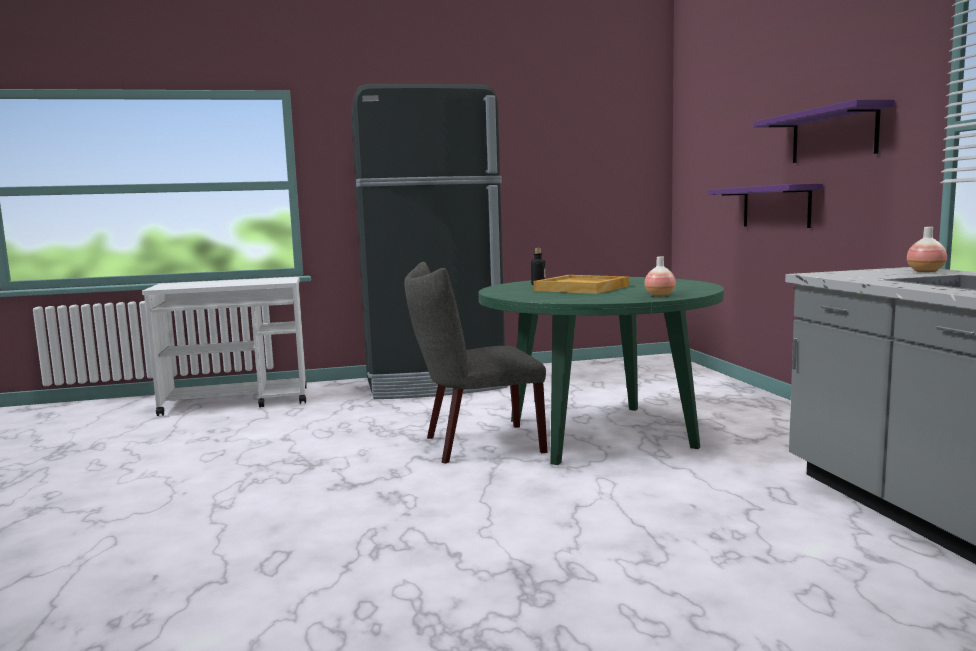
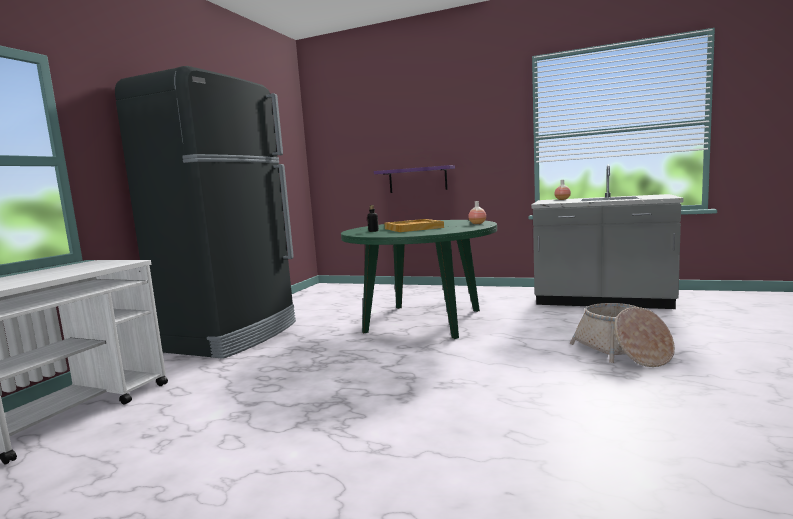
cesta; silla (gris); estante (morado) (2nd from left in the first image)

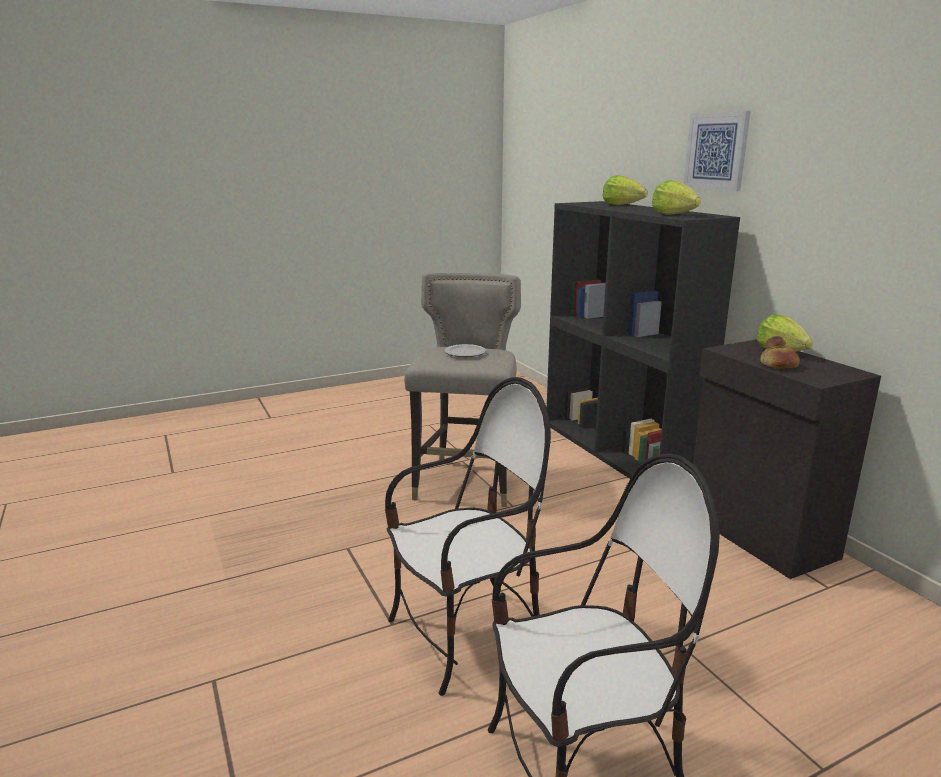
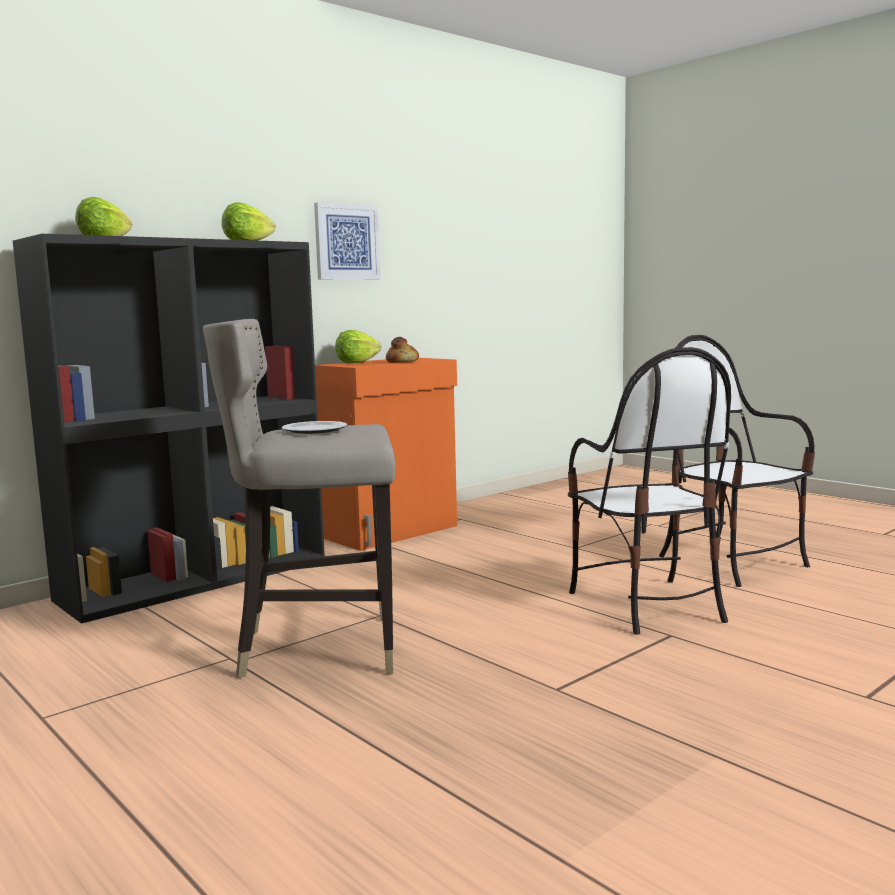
cuadro; armario (naranja); silla (1st from left)

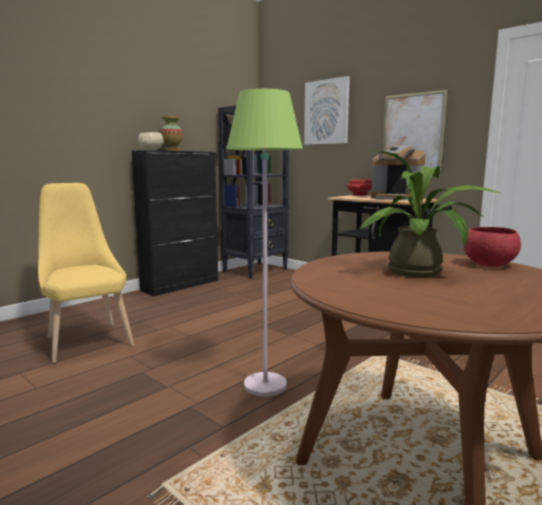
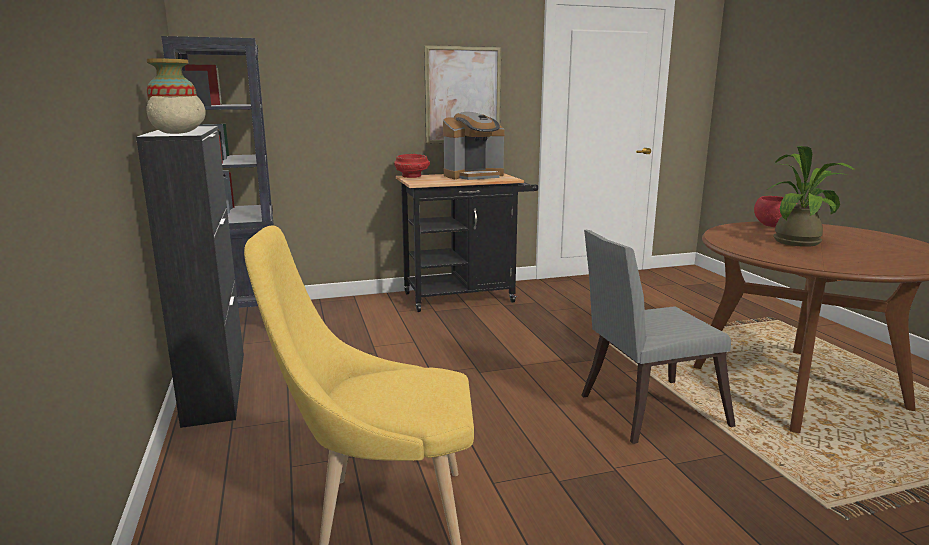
silla (gris); cuadro (1st from left in the first image)

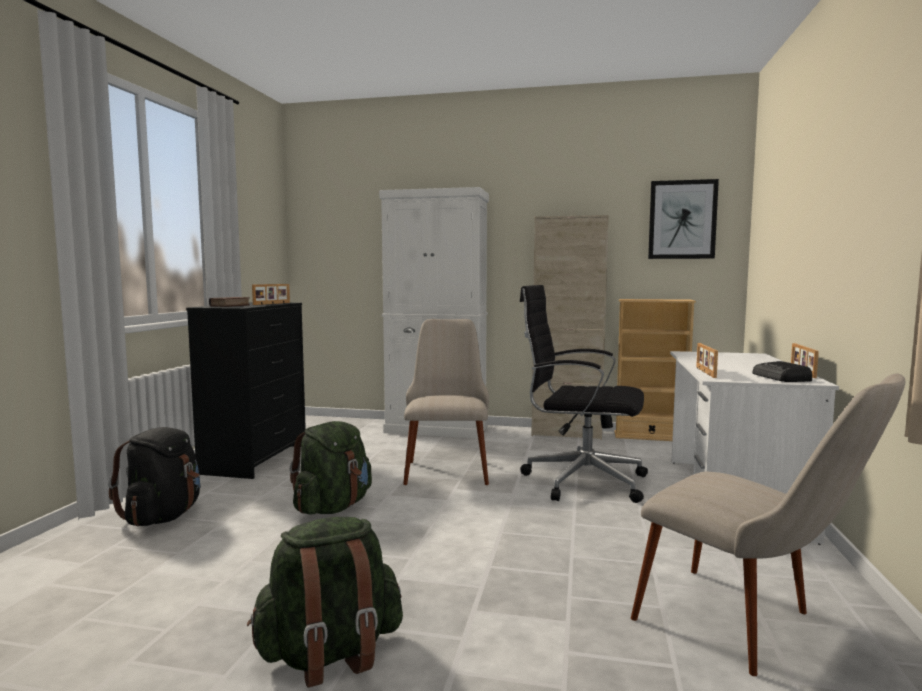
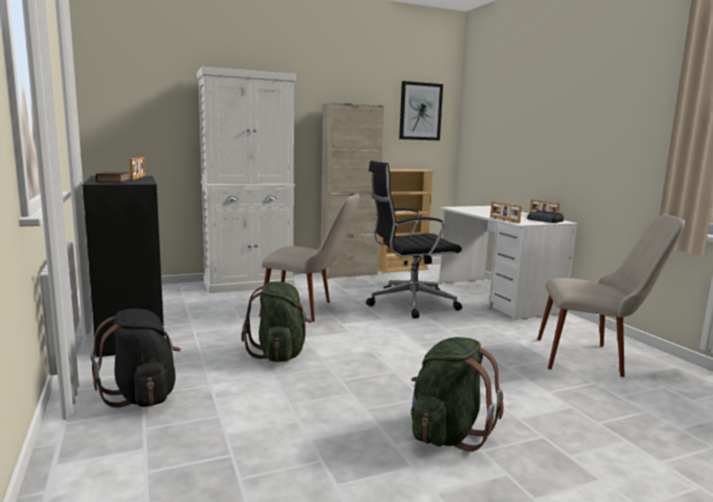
silla (beis) (1st from left)

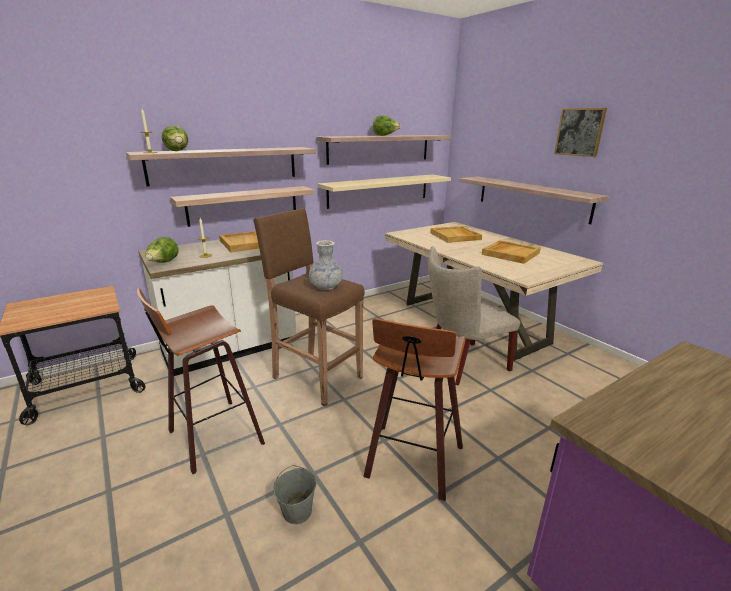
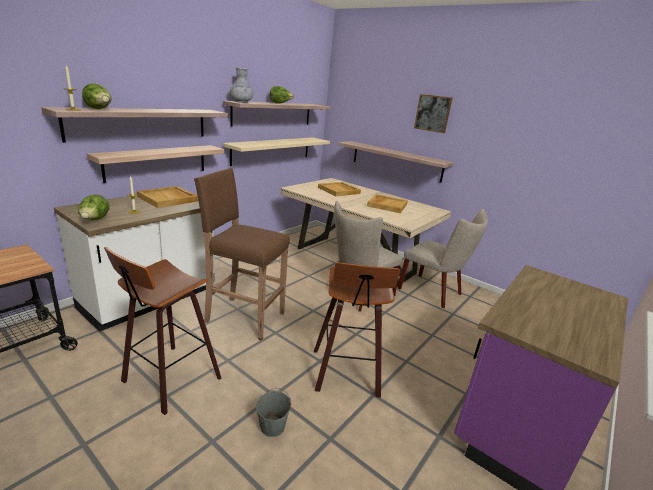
florero; silla (beis) (2nd from left)

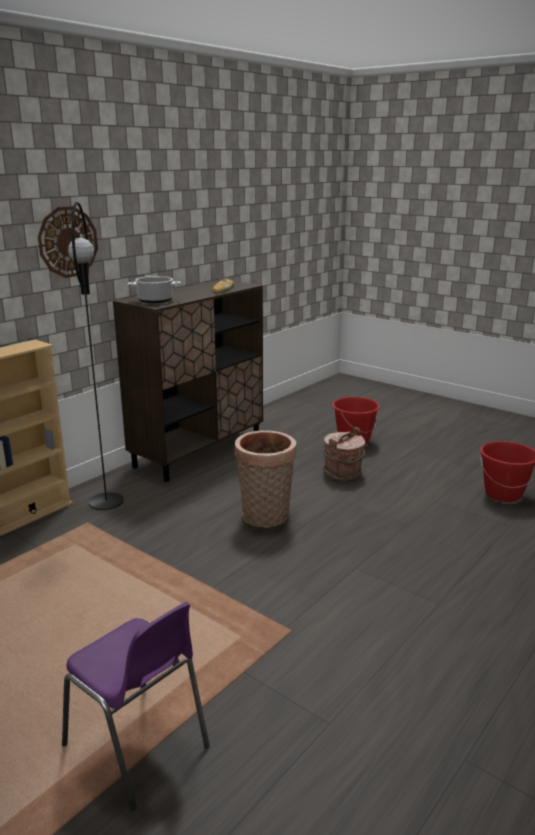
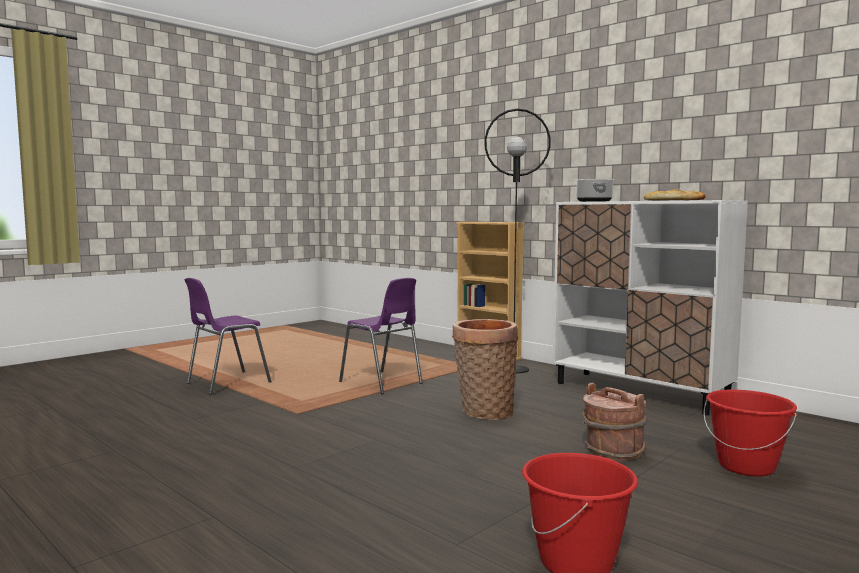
silla (morado) (2nd from left); armario (blanco); reloj de pared

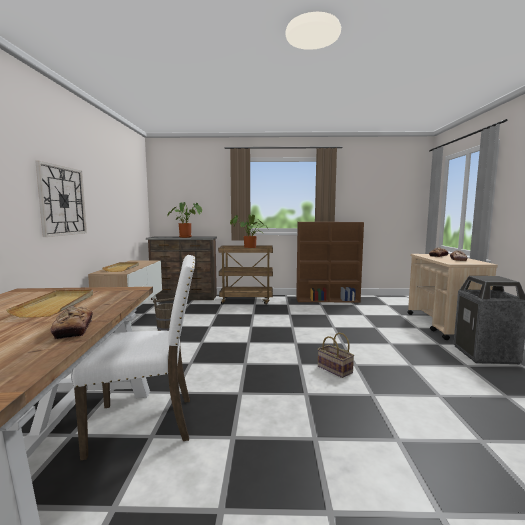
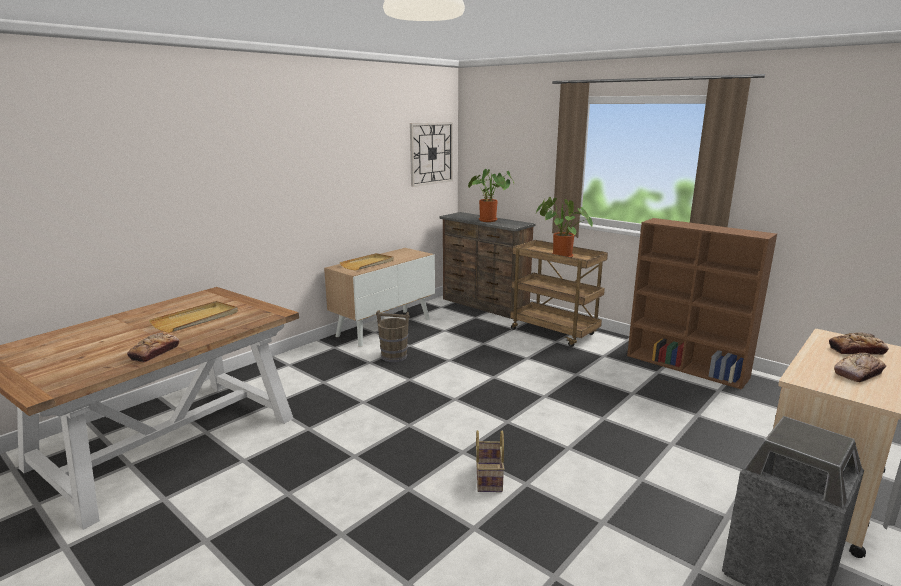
reloj de pared; silla (blanco)

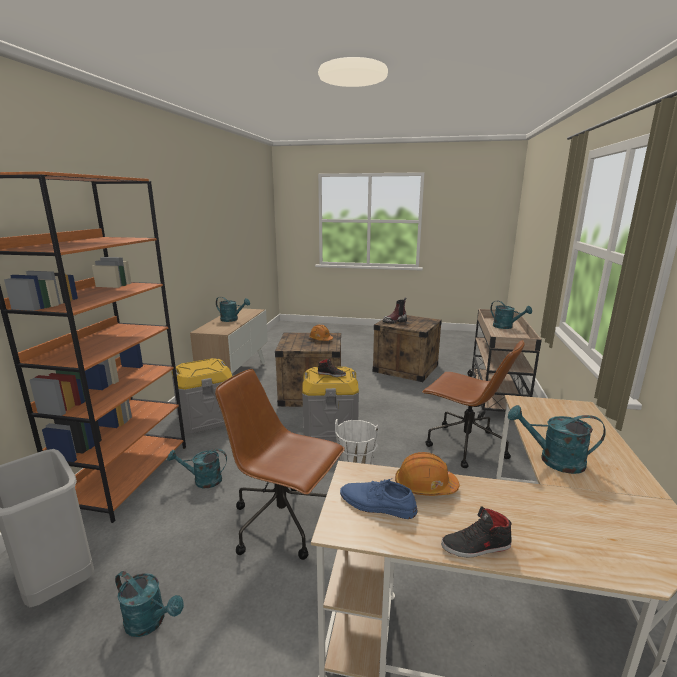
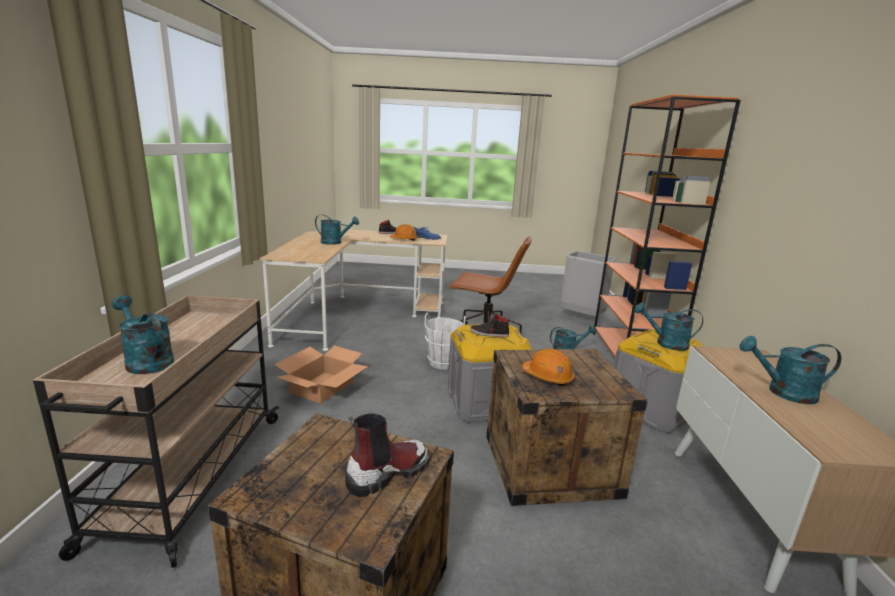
caja de cartón; regadera (turquesa) (4th from left)

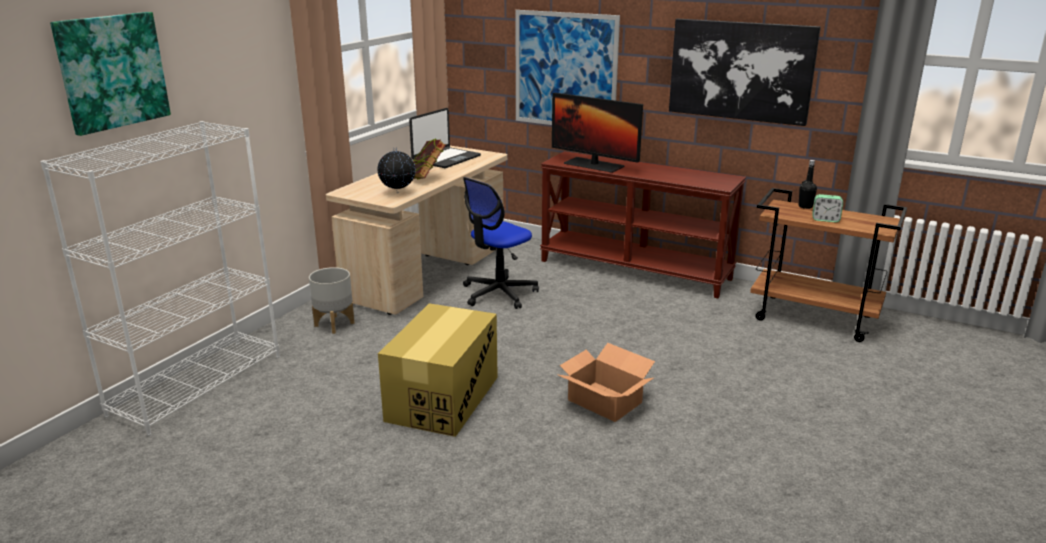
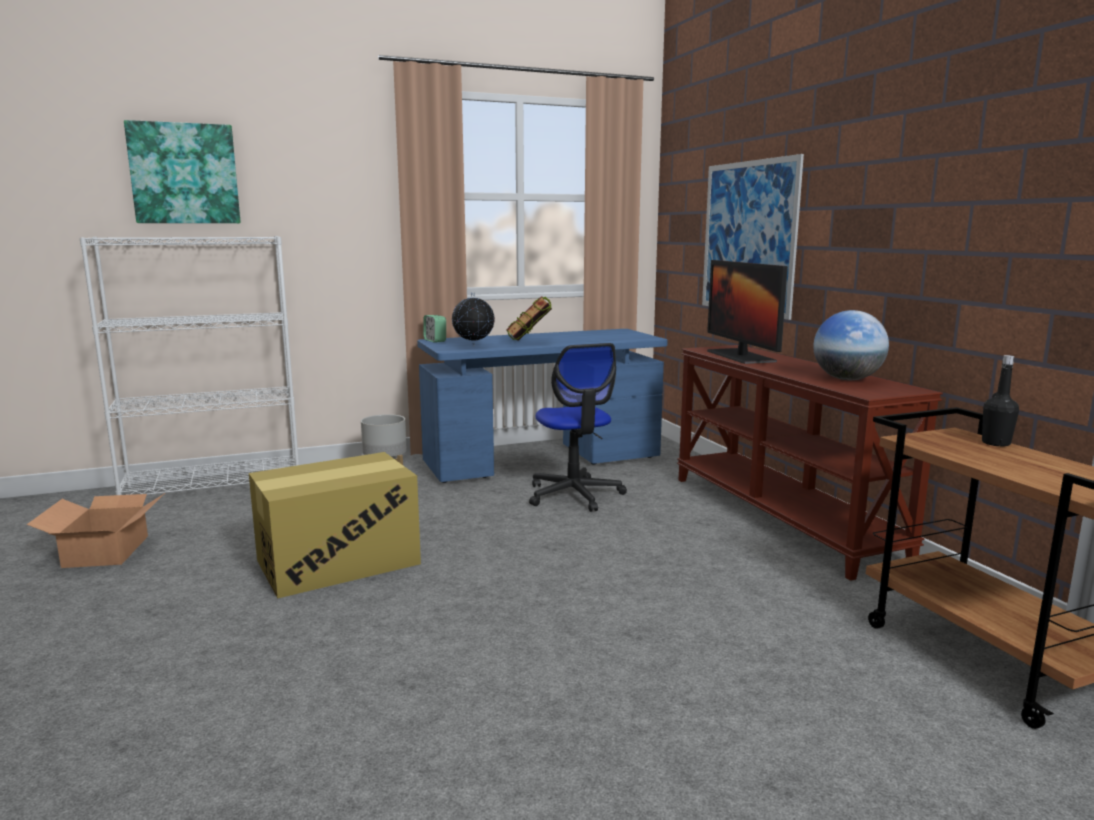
caja de cartón (1st from left); escritorio (azul); despertador; silla de oficina; globo terráqueo (2nd from left); portátil; cuadro (3rd from left in the first image)

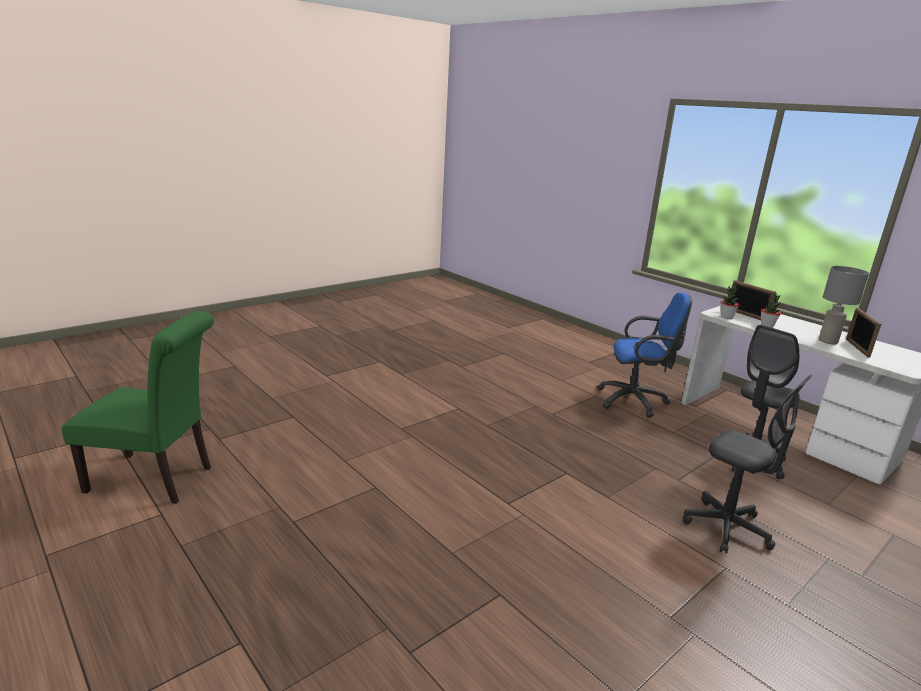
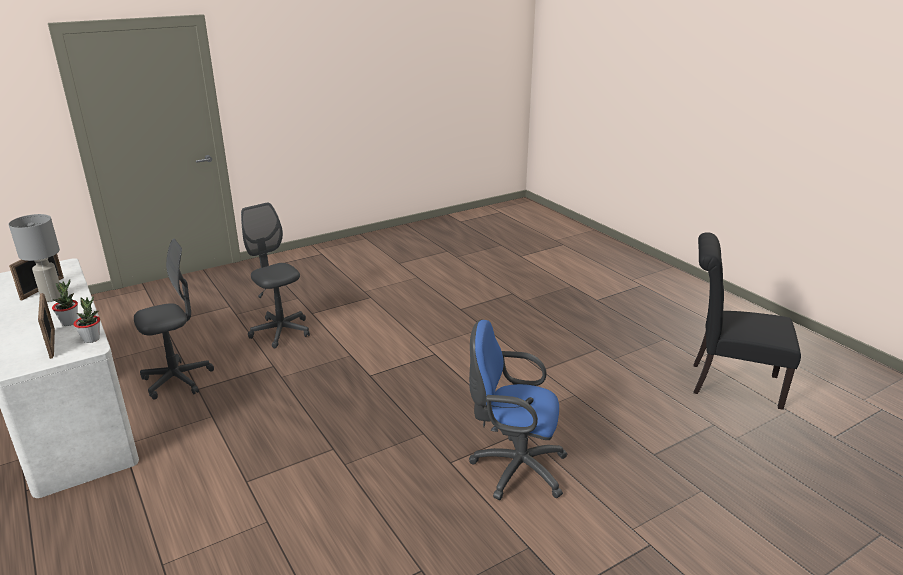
silla de oficina (azul); silla (negro)

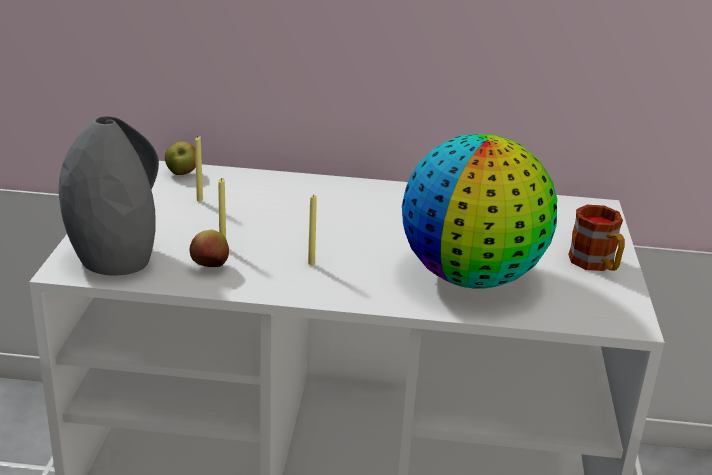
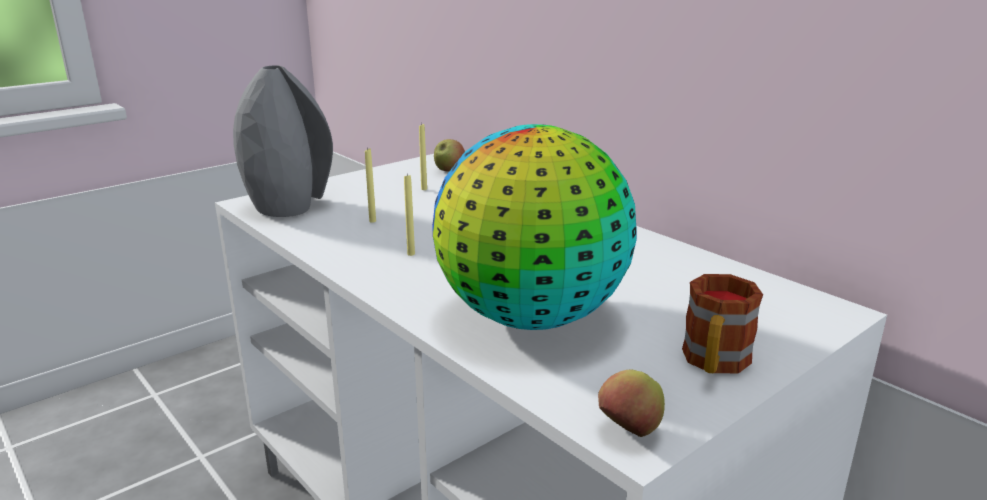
manzana (2nd from left)

